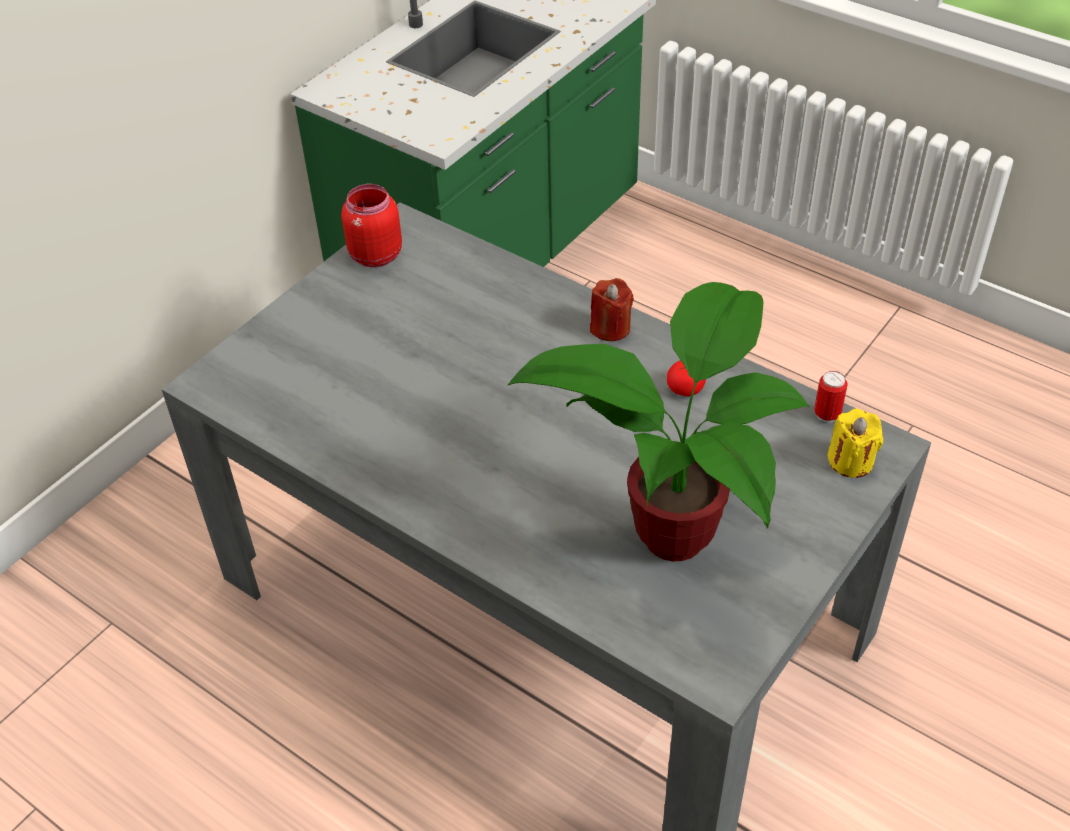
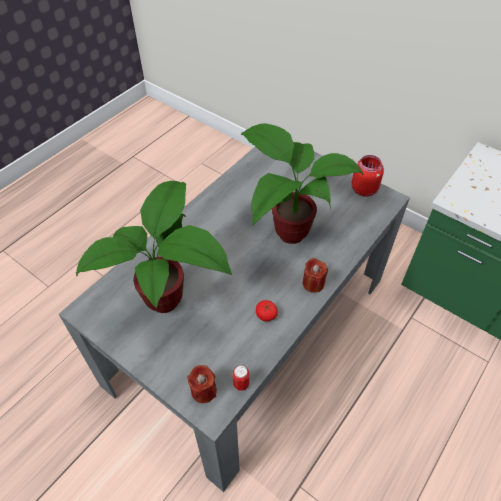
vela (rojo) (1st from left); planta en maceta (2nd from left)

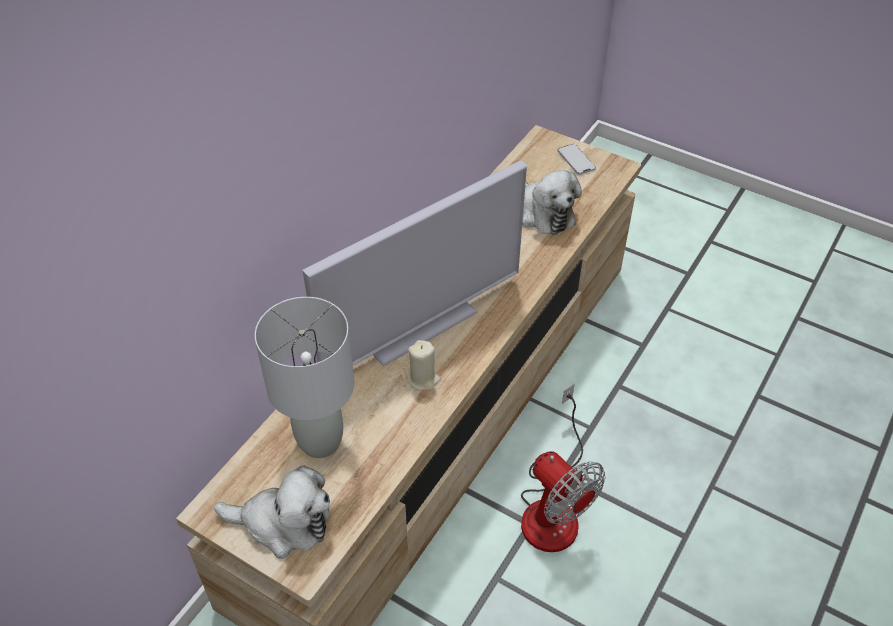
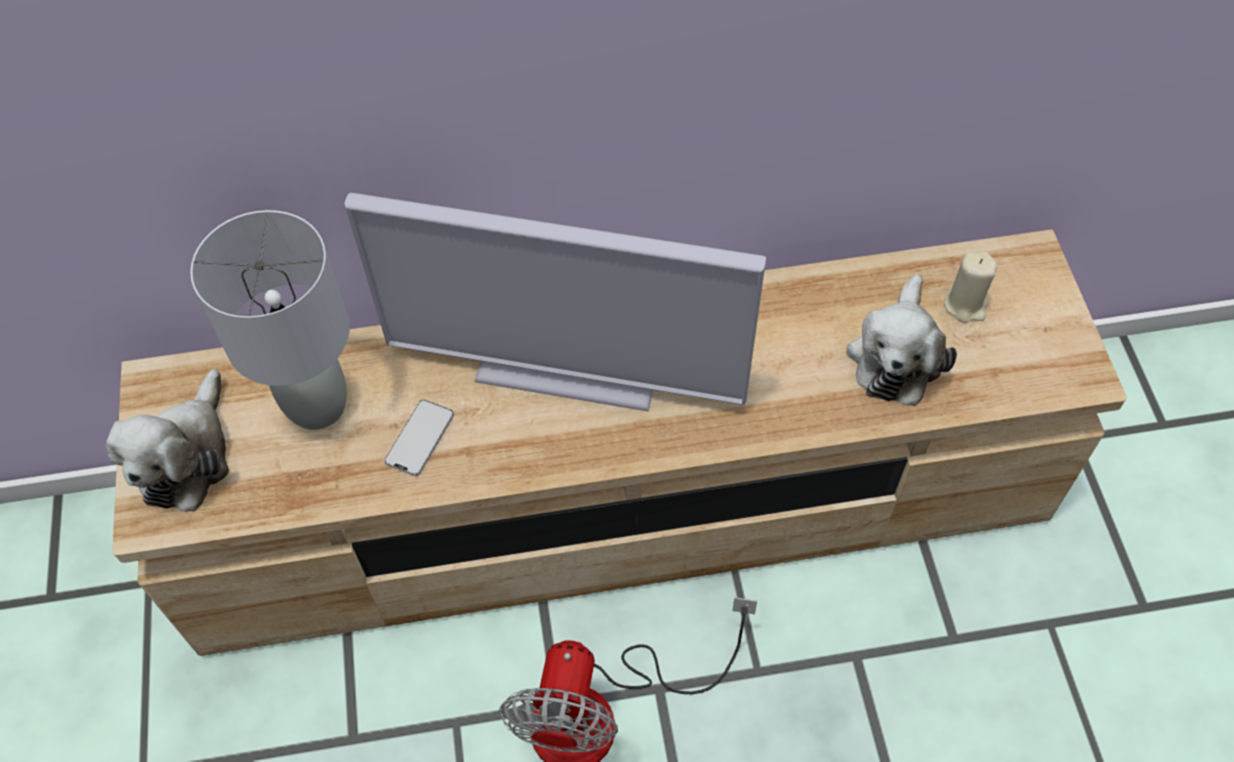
peluche (1st from left); móvil; vela (beis)

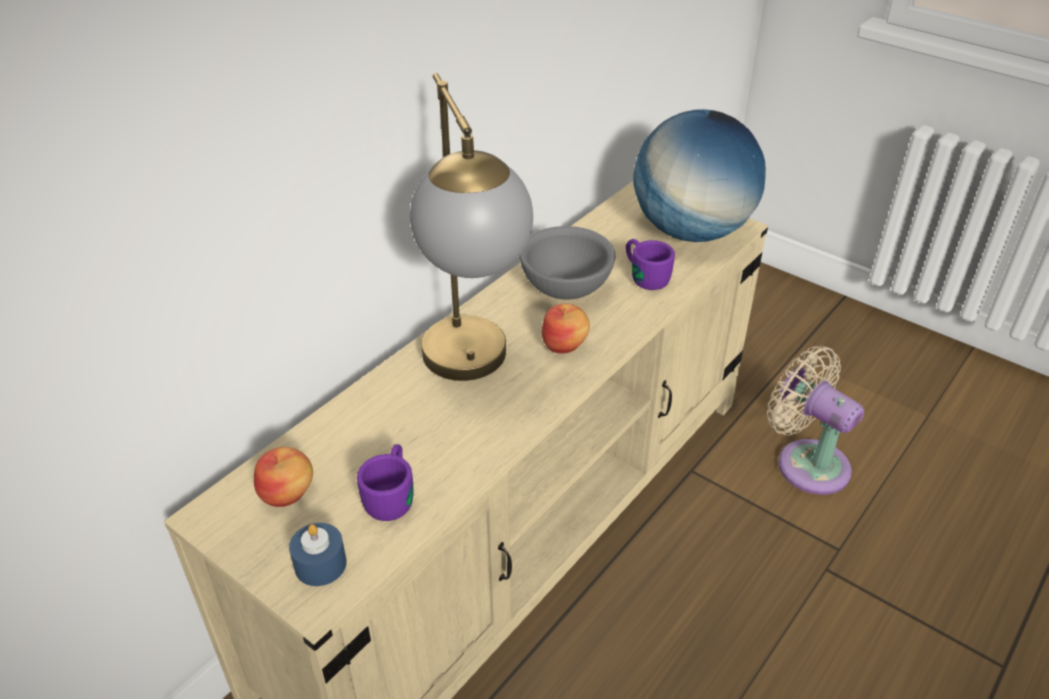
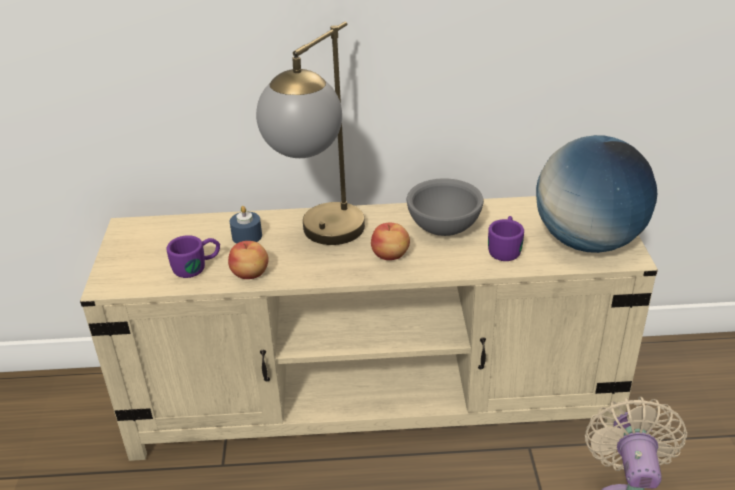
manzana (1st from left); vela (azul)

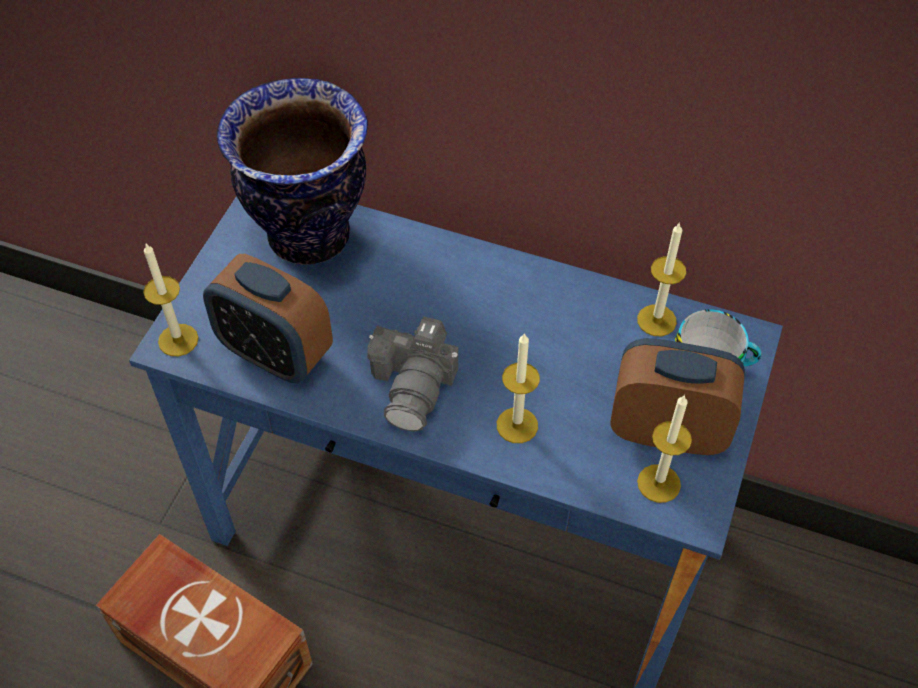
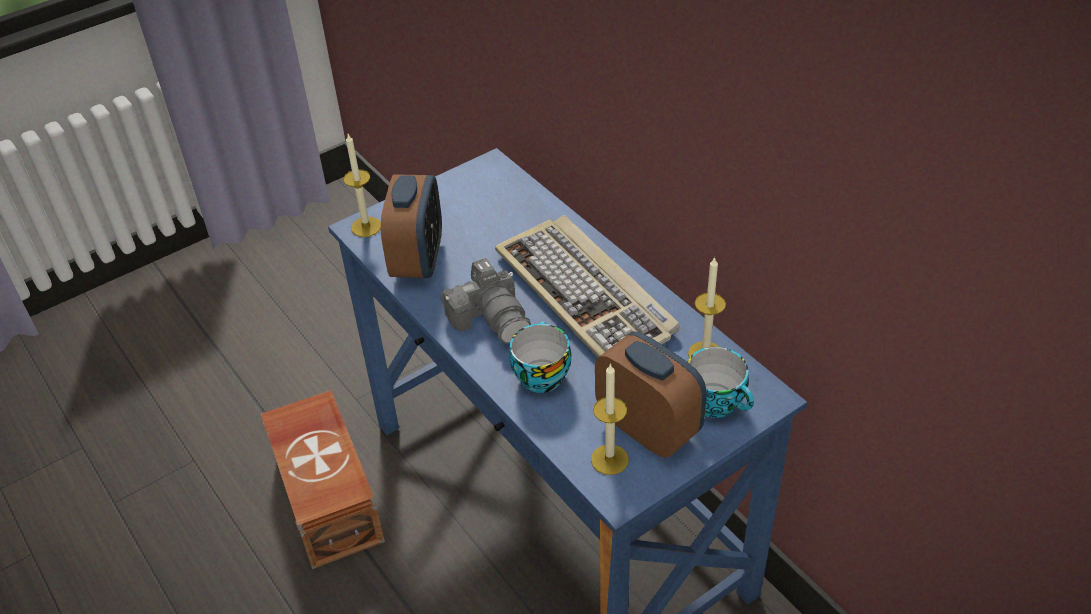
despertador (1st from left); cámara; teclado; taza (1st from left); florero

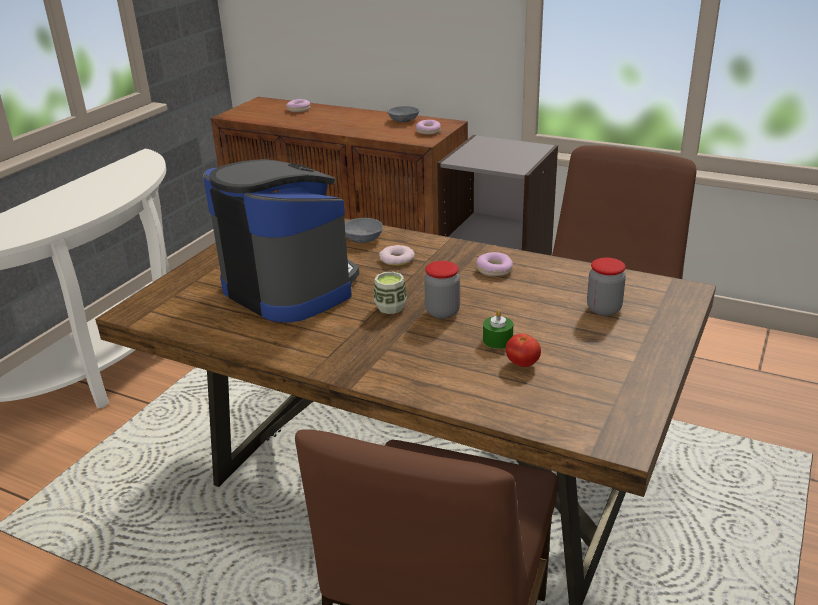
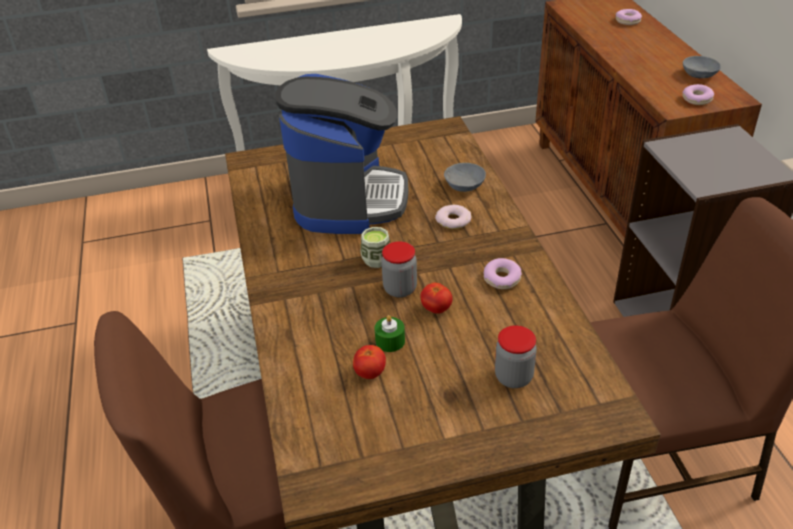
tomate (2nd from left)

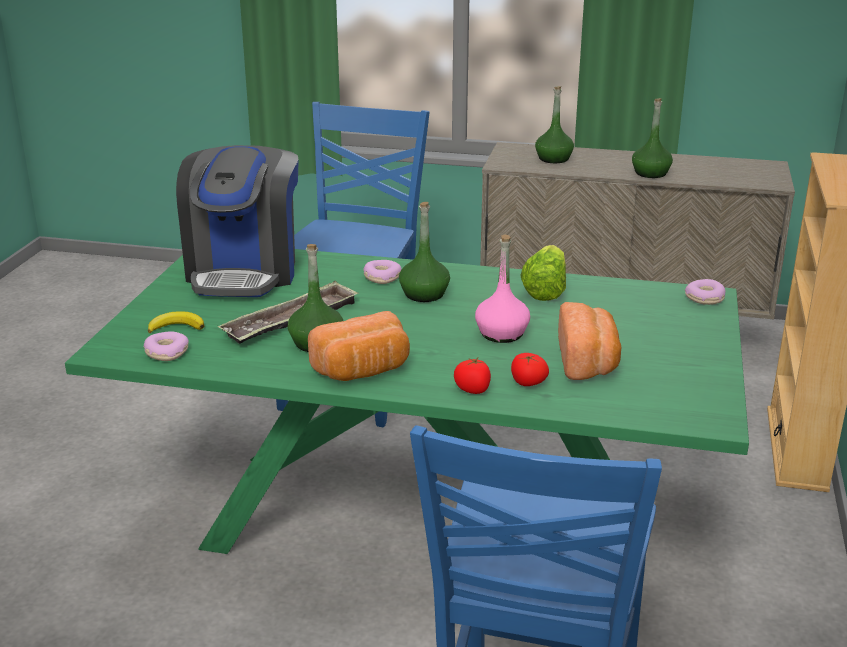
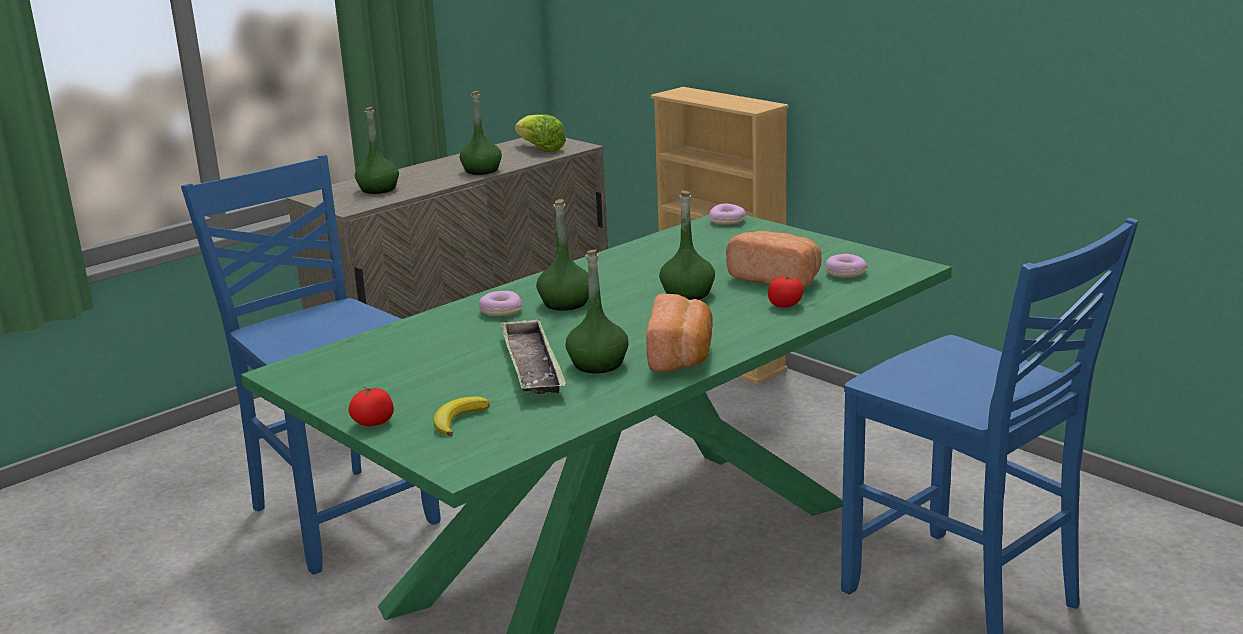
tomate (1st from left); lechuga; botella (verde) (5th from left); rosquilla (3rd from left); cafetera

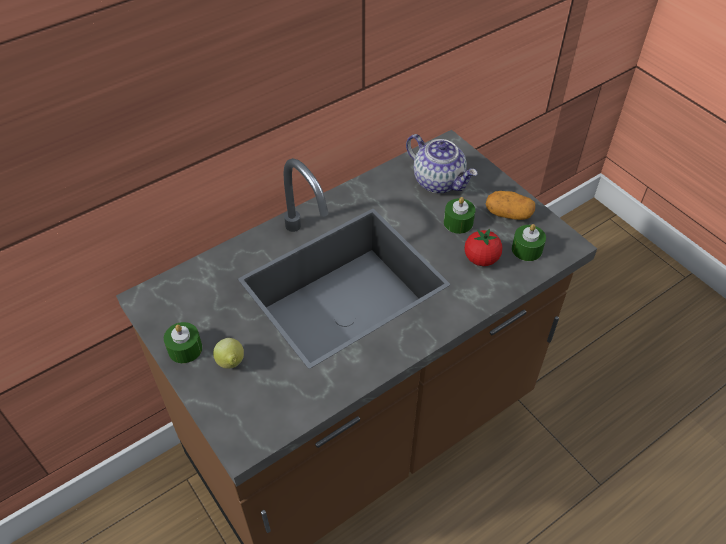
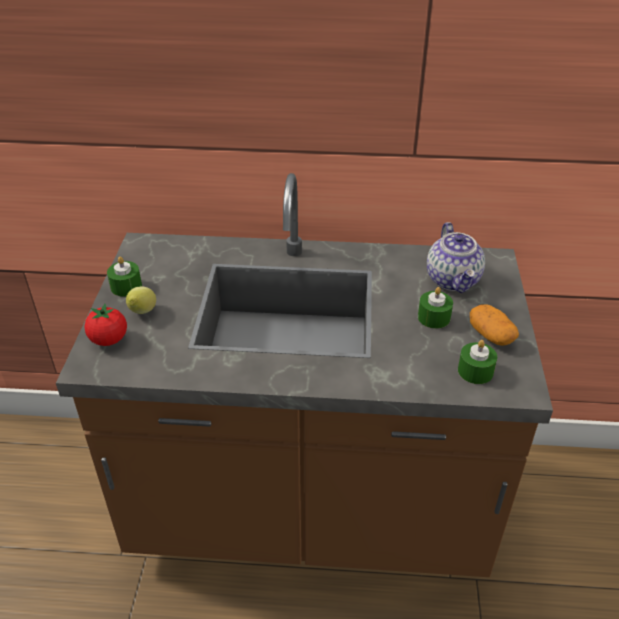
tomate

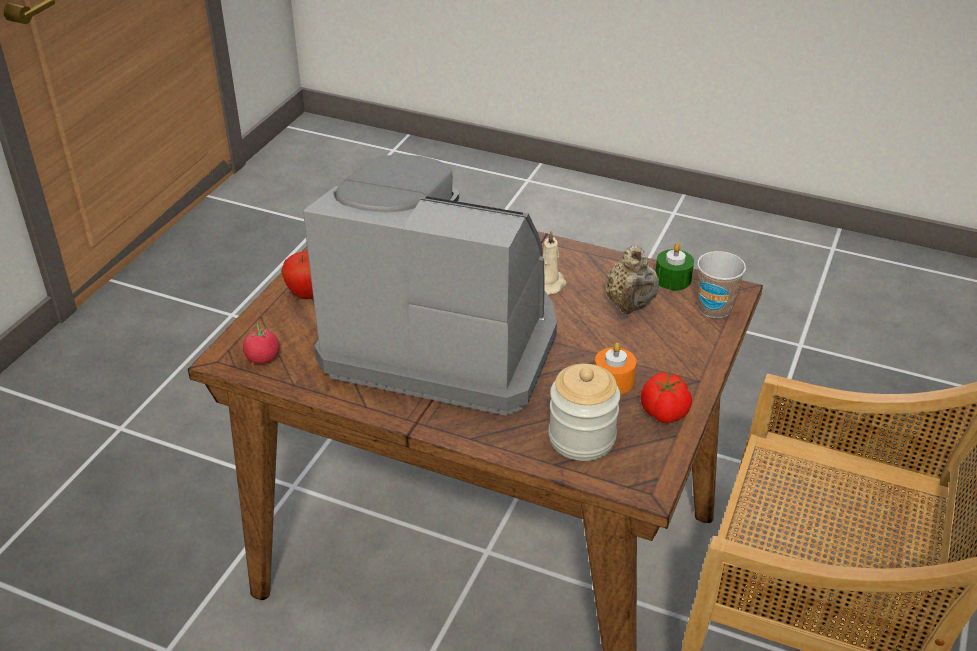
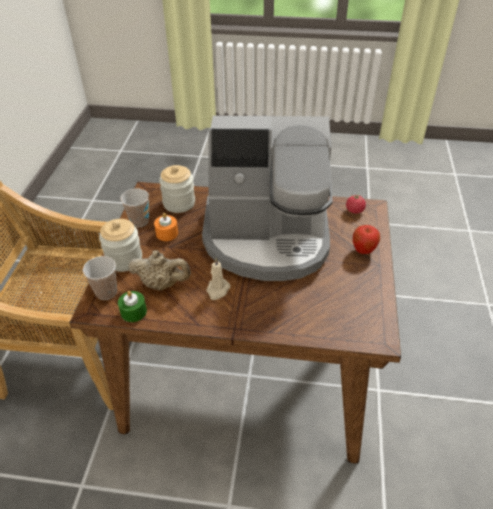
tarro (1st from left); taza (2nd from left); tetera (beis)

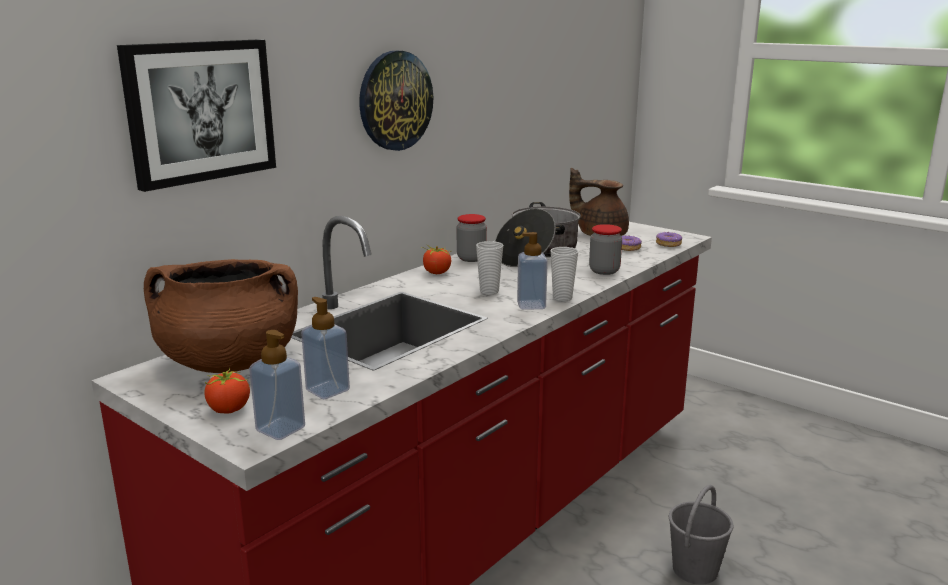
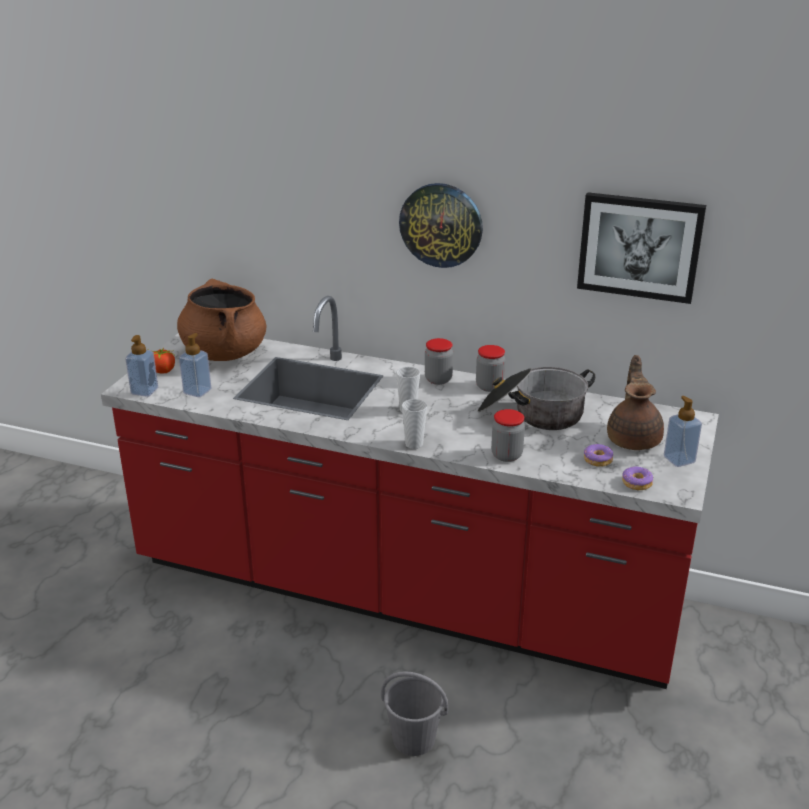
tarro (1st from left); cuadro; dispensador de jabón (3rd from left)

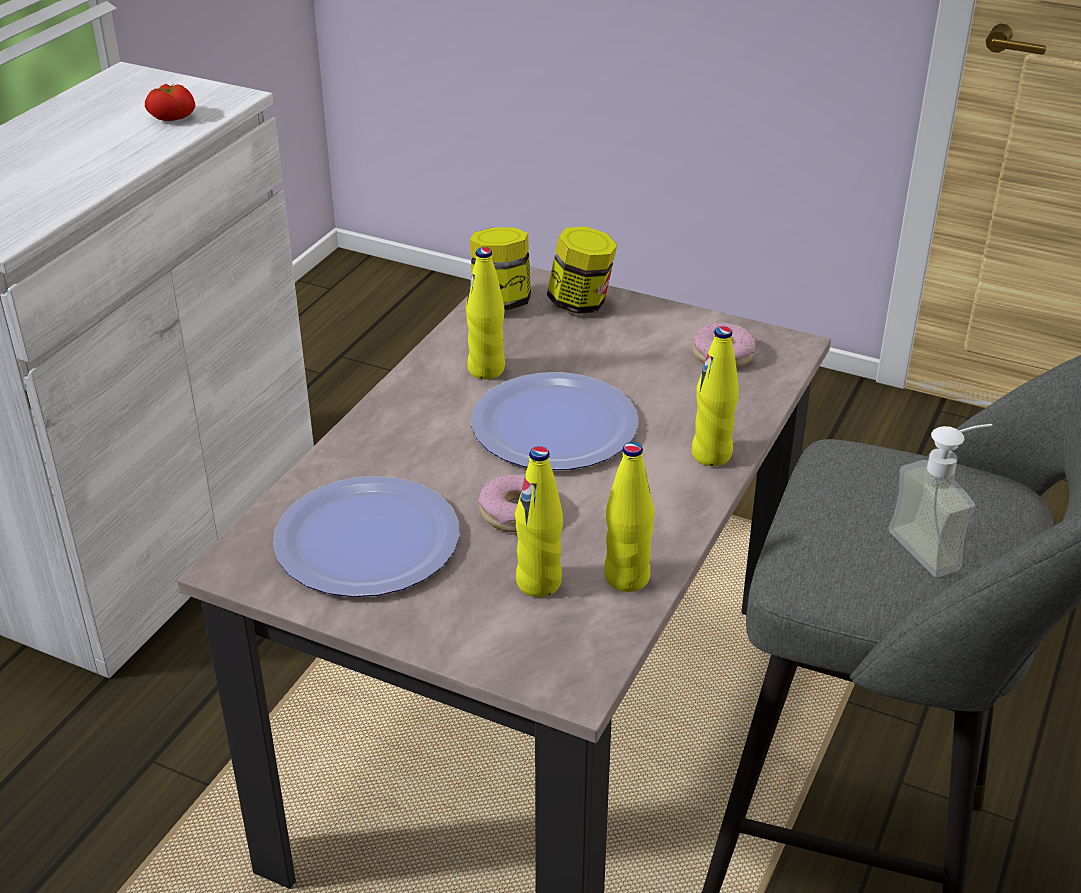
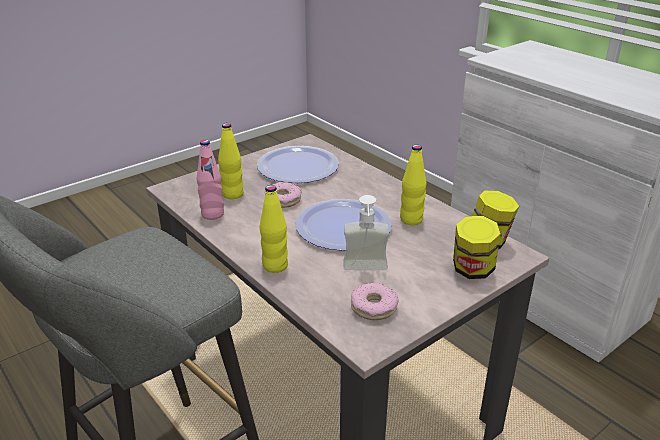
botella (rosa); dispensador de jabón; tomate

